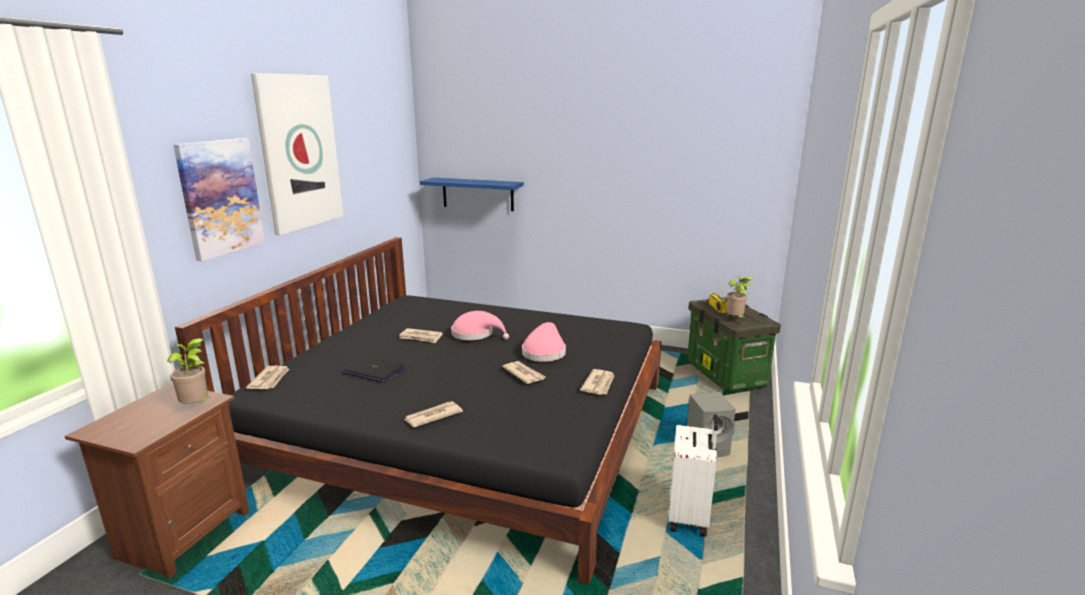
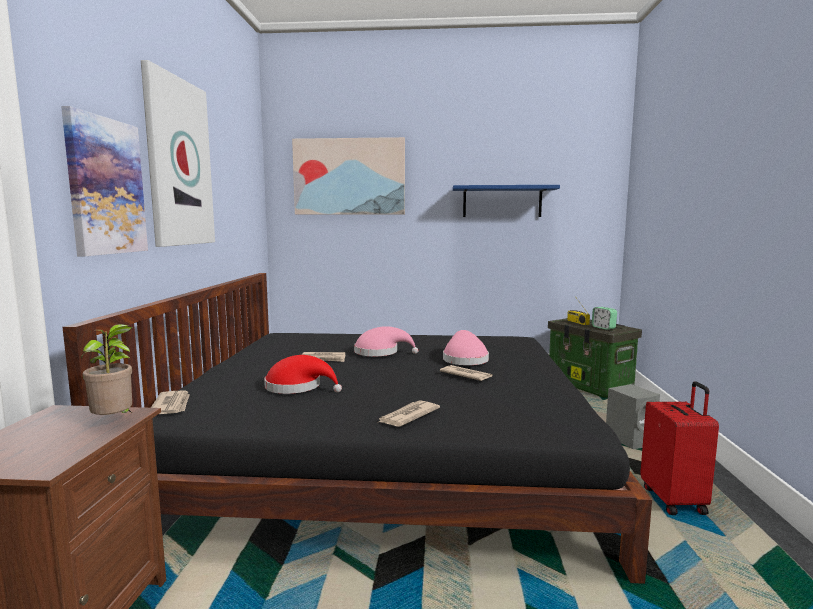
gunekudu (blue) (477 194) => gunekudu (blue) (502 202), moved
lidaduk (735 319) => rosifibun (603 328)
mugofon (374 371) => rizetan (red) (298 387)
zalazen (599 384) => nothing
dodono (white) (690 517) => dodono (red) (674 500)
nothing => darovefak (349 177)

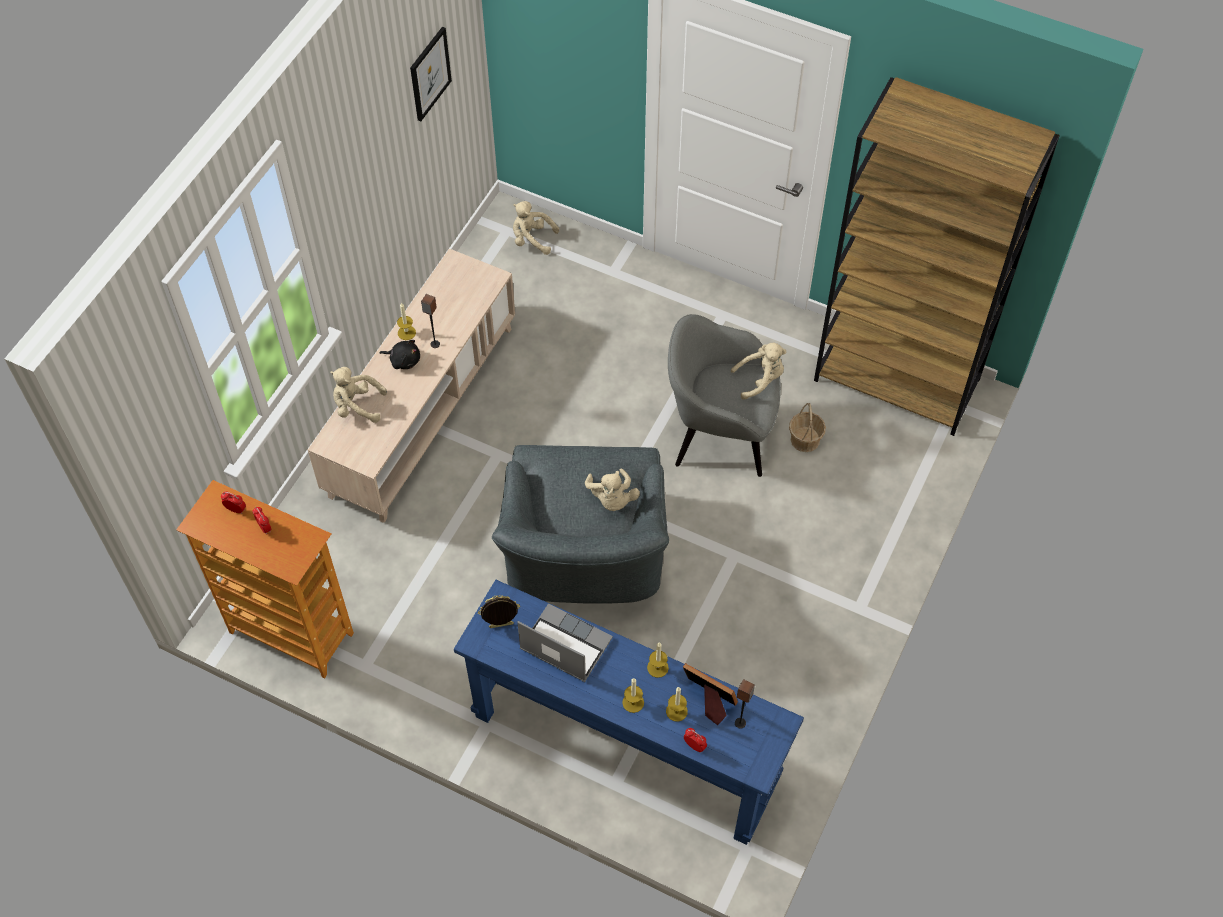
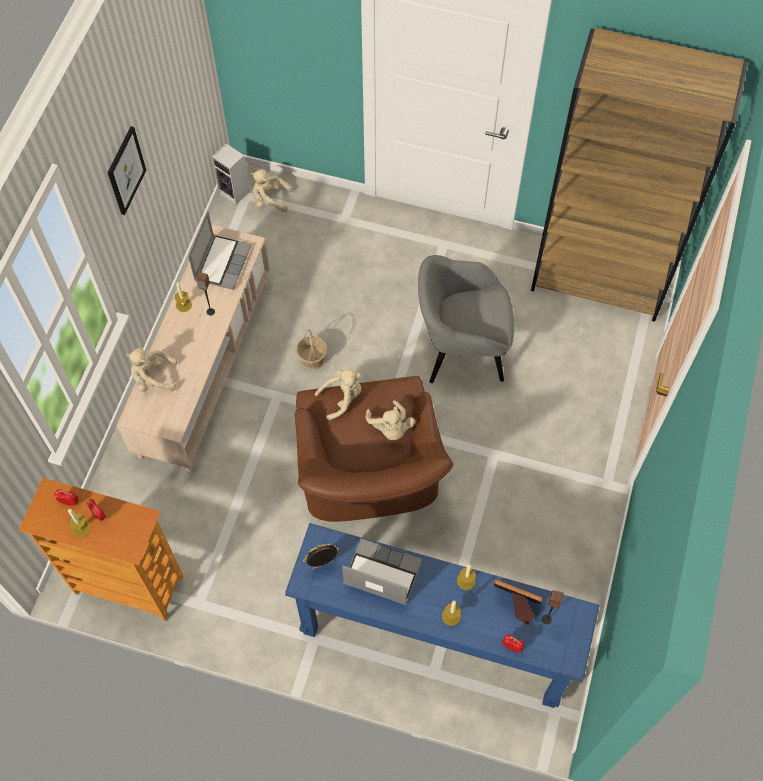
darovefak (429 73) => darovefak (126 170), moved
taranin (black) (403 360) => nothing
taranin (beige) (760 379) => taranin (beige) (342 398), moved
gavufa (805 439) => gavufa (312 358), moved
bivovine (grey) (584 559) => bivovine (brown) (369 478)
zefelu (676 711) => zefelu (81 528), moved
nothing => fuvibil (235 192)
nothing => mugofon (222 262)

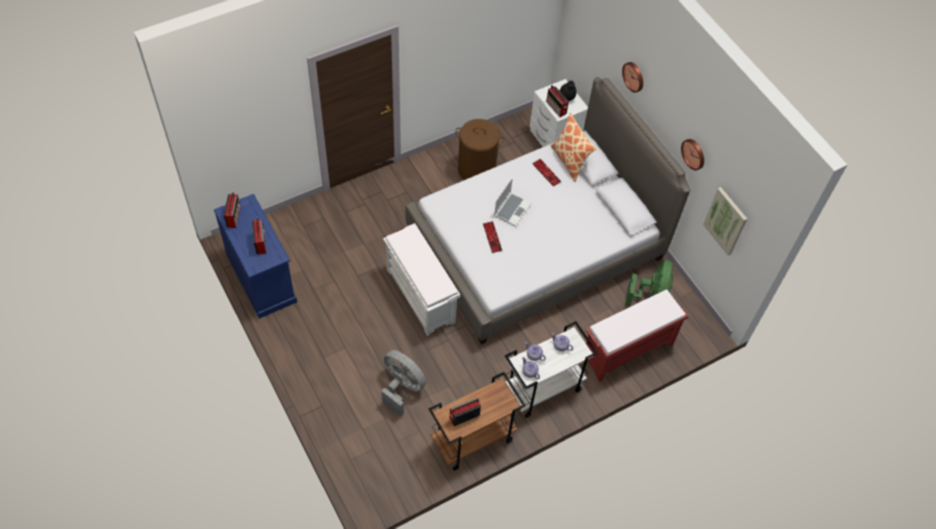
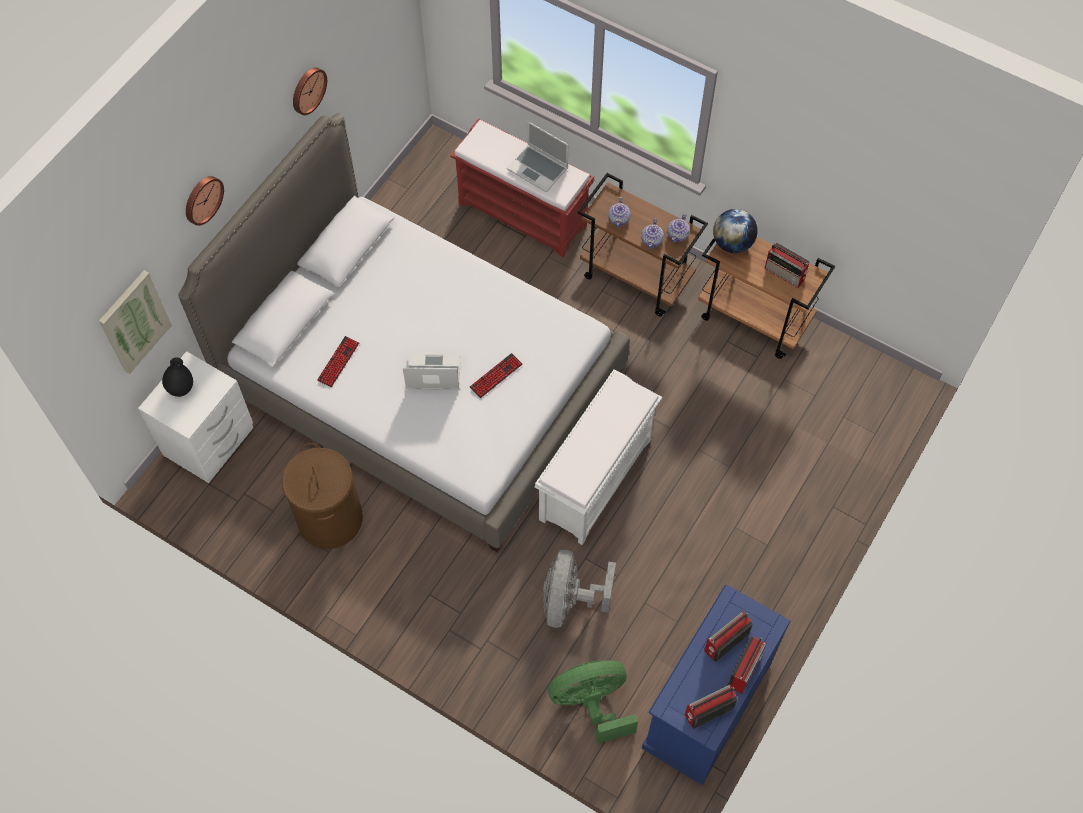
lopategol (556 108) => lopategol (745 669), moved
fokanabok (570 161) => nothing
darovefak (726 221) => darovefak (134 321), moved
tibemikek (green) (651 295) => tibemikek (green) (592 703), moved
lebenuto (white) (542 389) => lebenuto (brown) (637 277)
tibemikek (grey) (402 387) => tibemikek (grey) (570 601), moved
nothing => mugofon (538 169)
nothing => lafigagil (732 243)

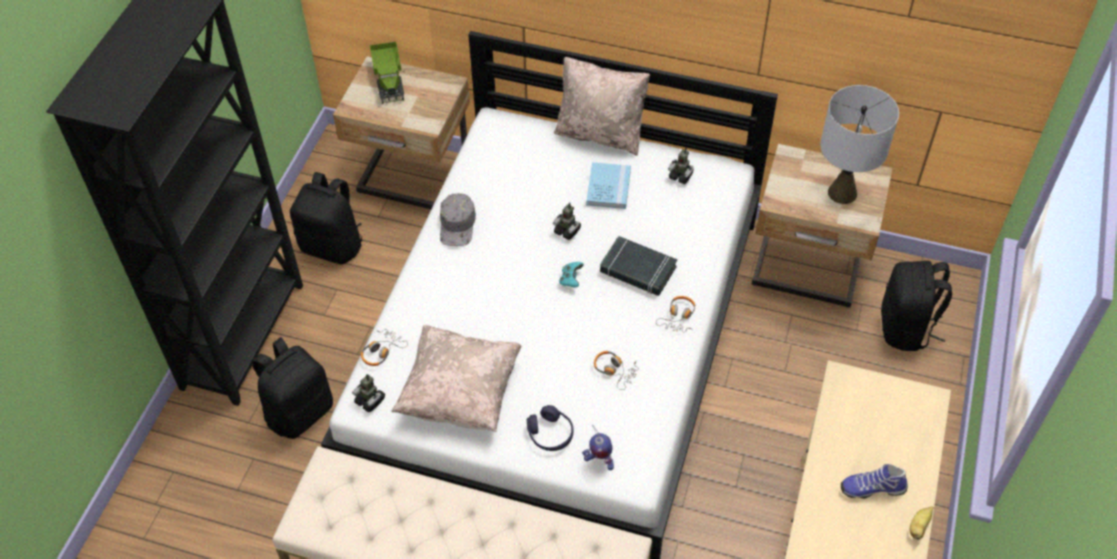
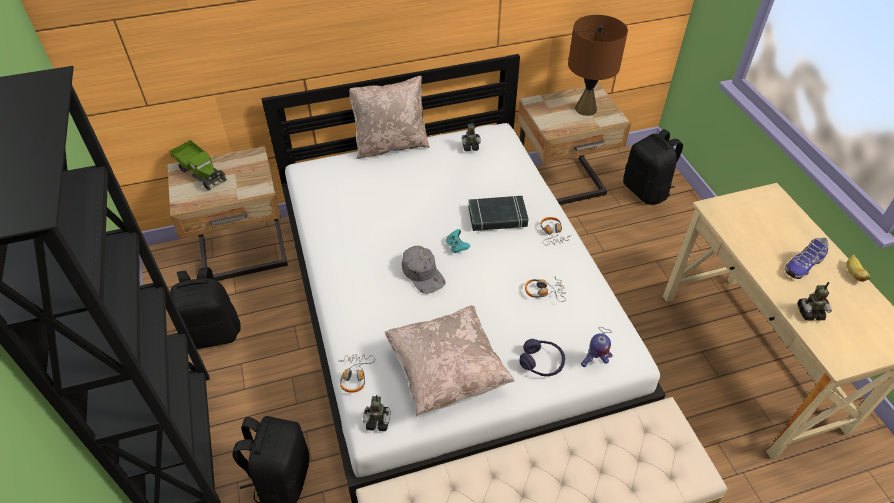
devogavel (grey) (842 193) => devogavel (brown) (586 109)
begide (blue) (608 187) => nothing
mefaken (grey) (458 225) => mefaken (grey) (423 273), moved
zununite (567 231) => zununite (809 312), moved

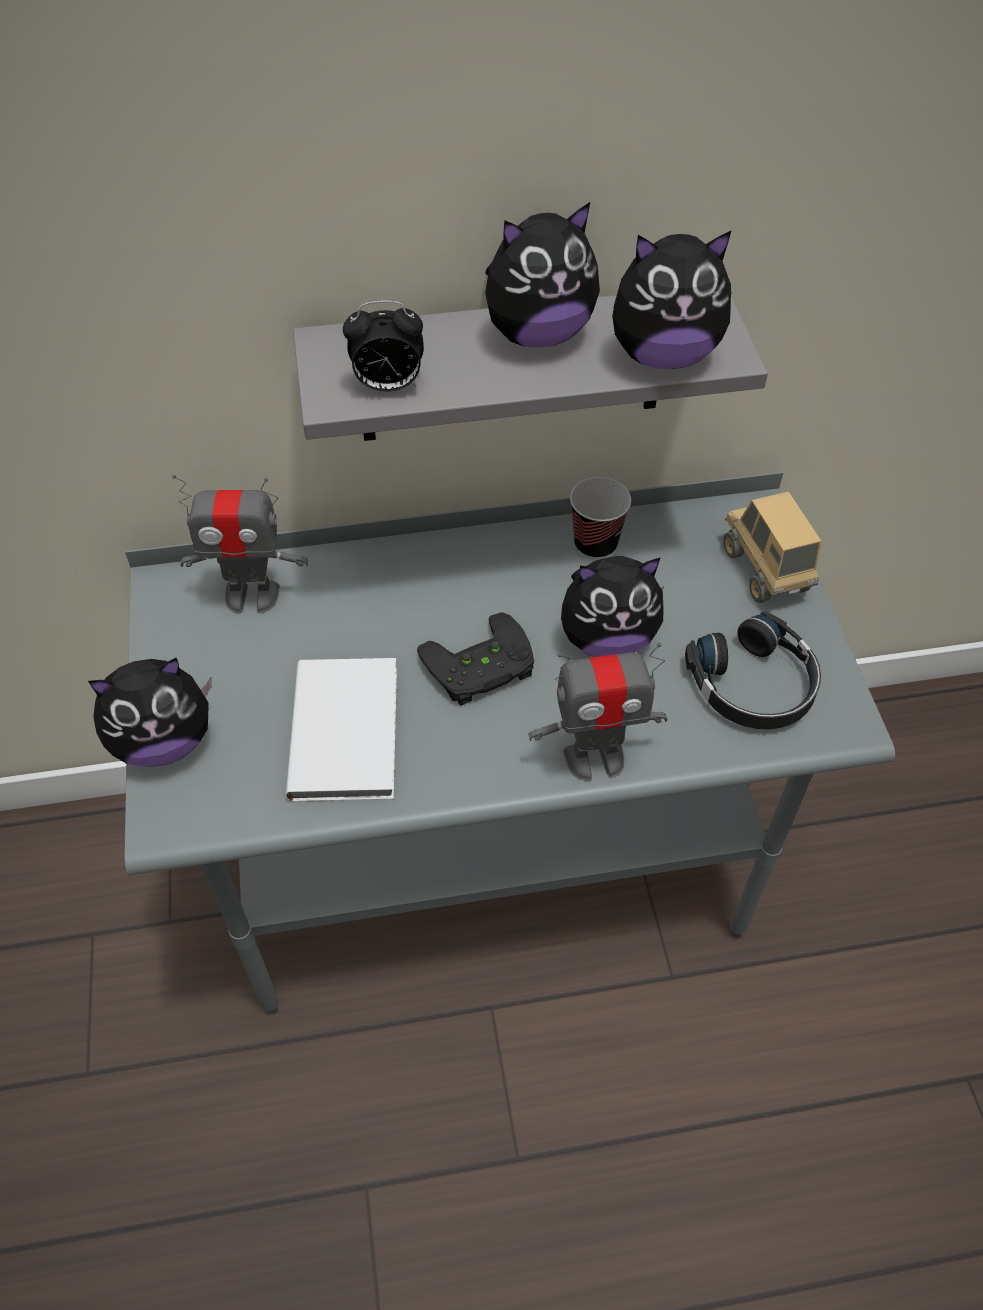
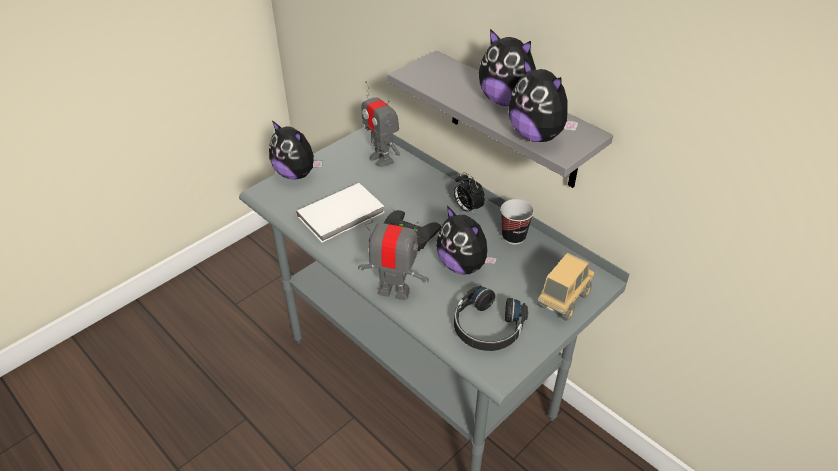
rosifibun (388 386) => rosifibun (467 208), moved
zununite (594 758) => zununite (394 291), 150 degrees clockwise

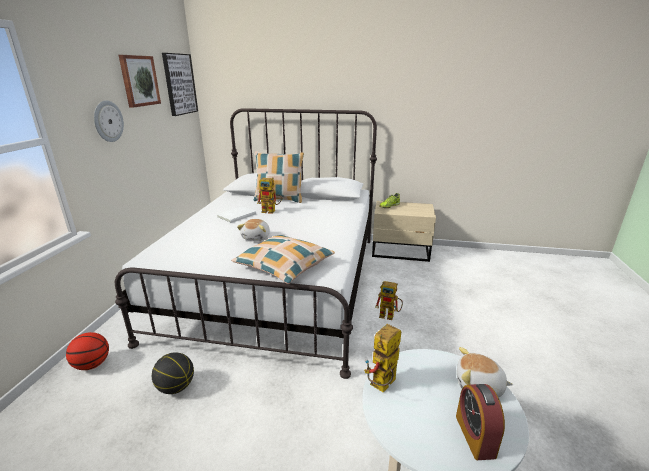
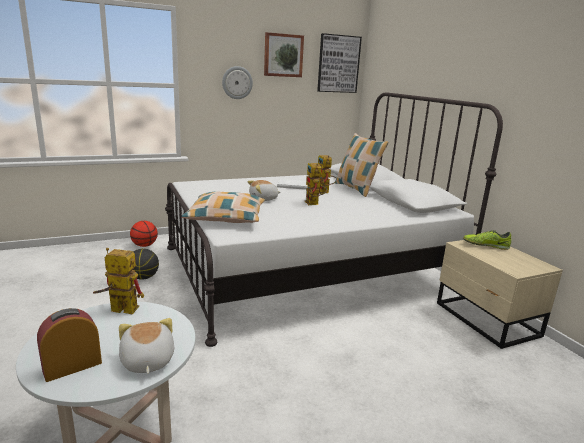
zununite (390 316) => zununite (314 204), moved

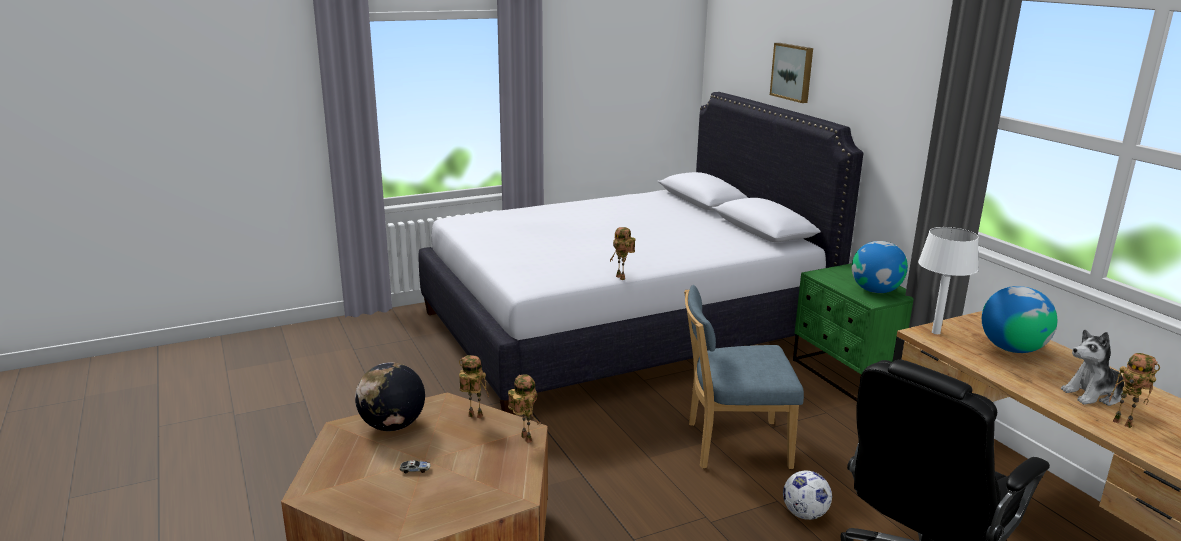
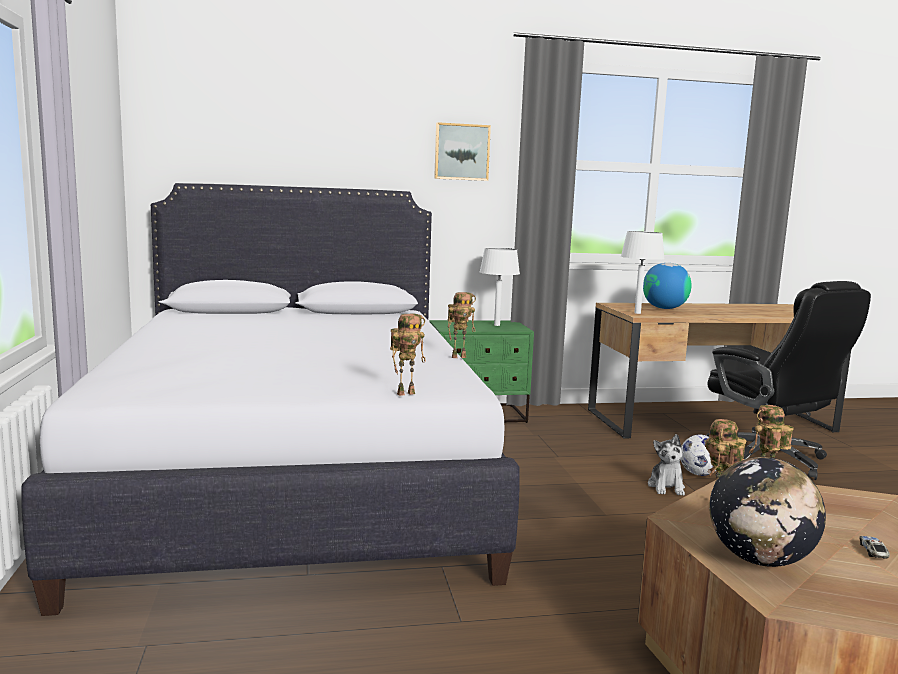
darovefak (793 72) => darovefak (461 152), moved
lafigagil (875 290) => devogavel (white) (497 325)
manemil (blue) (732 445) => nothing
taranin (1093 395) => taranin (666 487), moved
zununite (1124 423) => zununite (406 393), moved

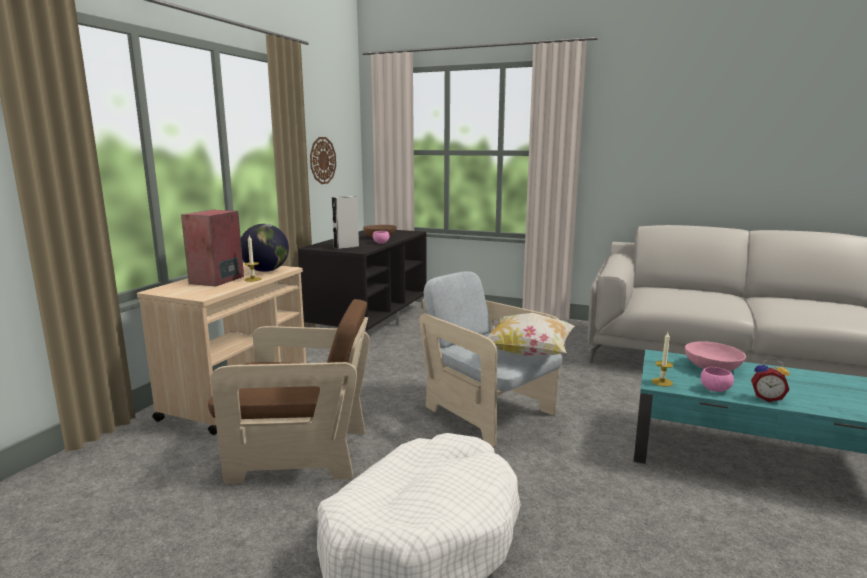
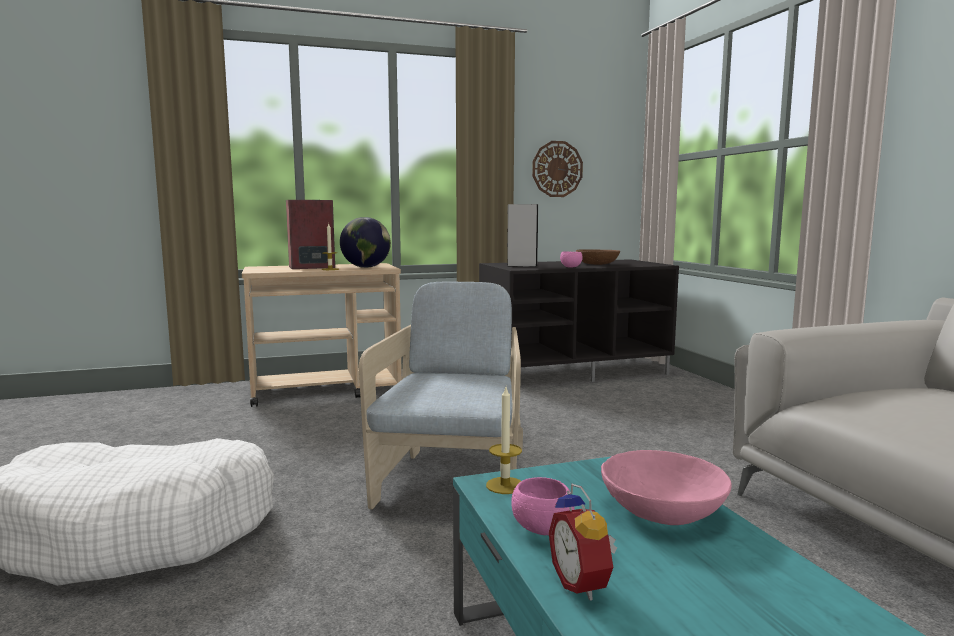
bivovine (brown) (299 454) => nothing
fokanabok (529 353) => nothing

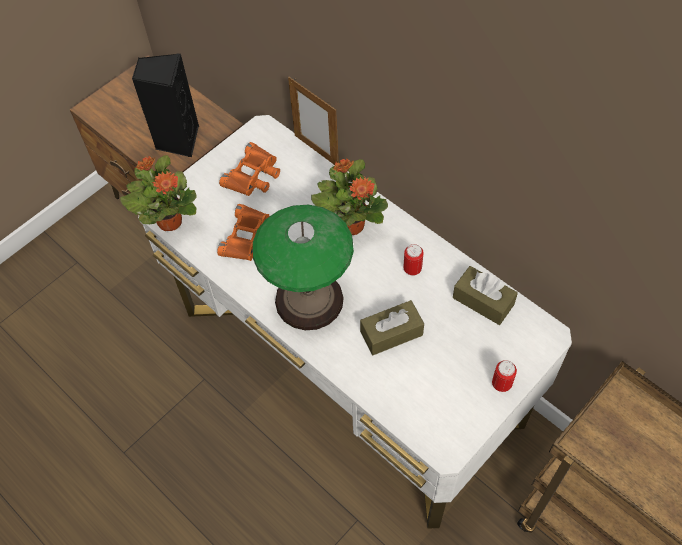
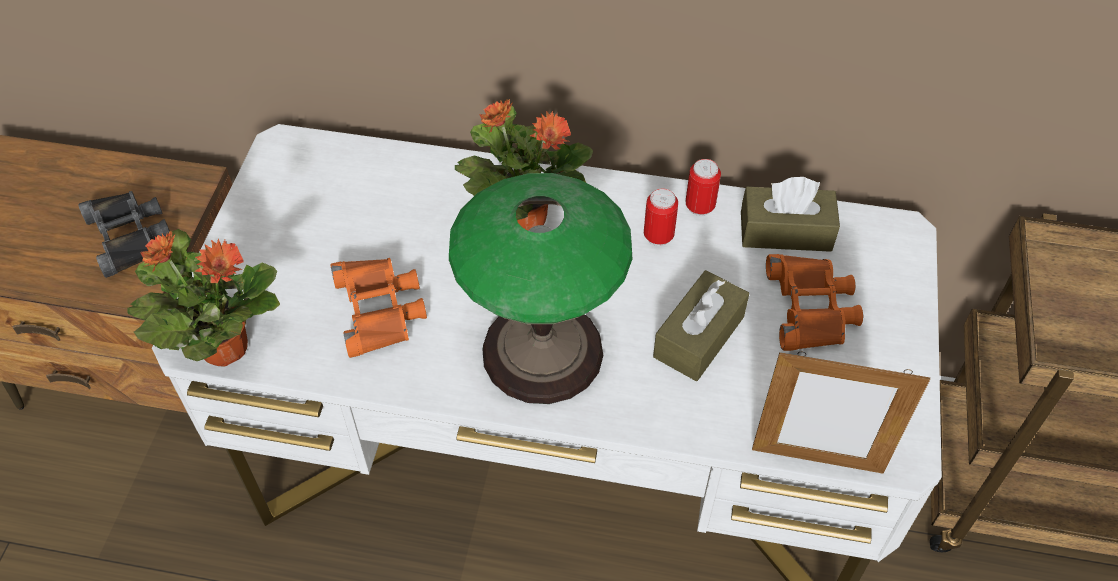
fuvibil (black) (177 140) => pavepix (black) (129 235)
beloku (316 151) => beloku (817 460), moved
pavepix (orange) (253 175) => pavepix (orange) (811 308), moved
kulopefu (501 384) => kulopefu (700 207), moved

